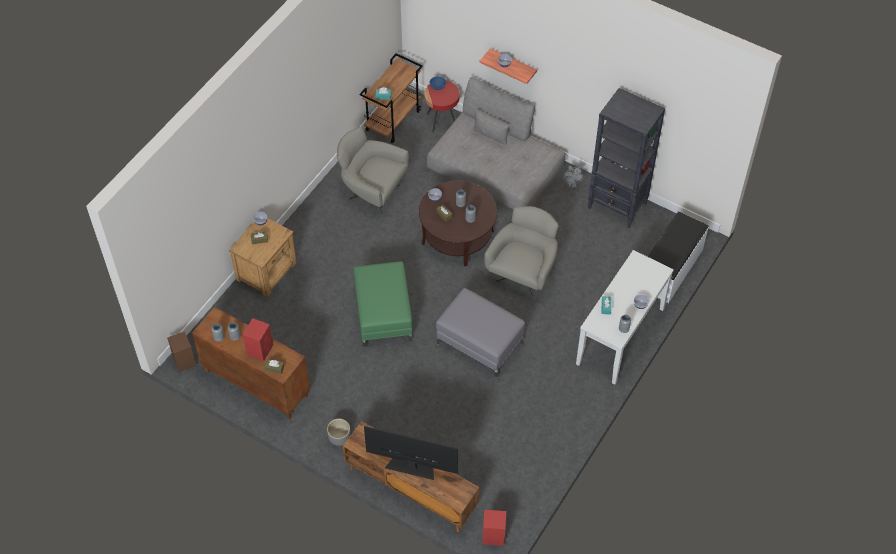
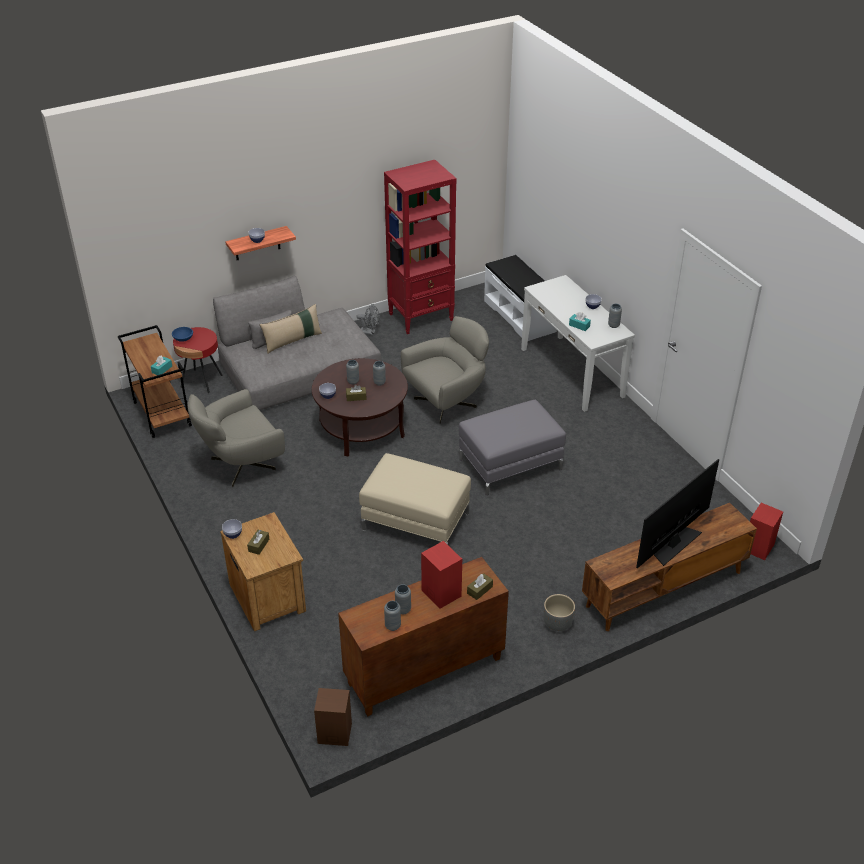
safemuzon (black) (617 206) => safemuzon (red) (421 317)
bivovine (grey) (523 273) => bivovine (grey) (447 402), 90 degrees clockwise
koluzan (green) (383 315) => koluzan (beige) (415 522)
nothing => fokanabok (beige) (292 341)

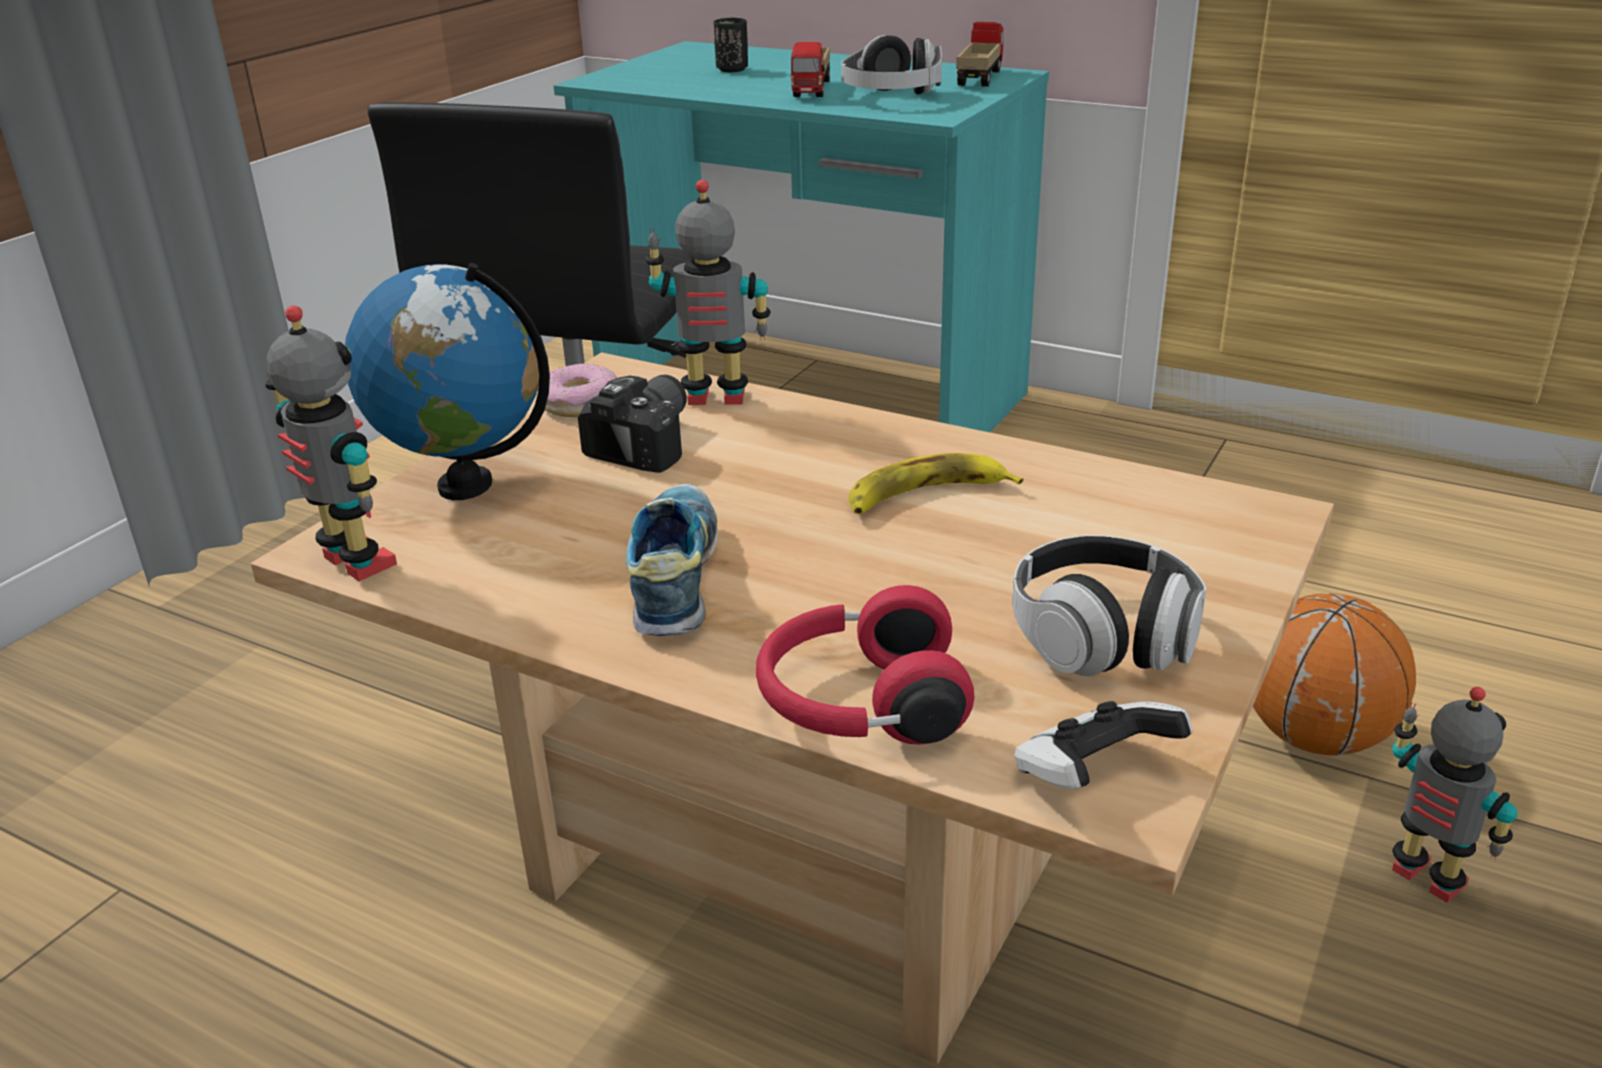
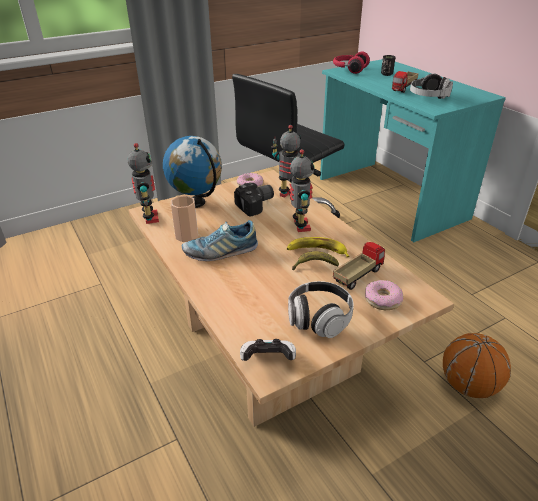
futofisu (978 78) => futofisu (358 276), moved
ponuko (675 578) => ponuko (220 252), 135 degrees counterclockwise
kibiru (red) (859 705) => kibiru (red) (349 69), moved
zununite (1425 880) => zununite (300 226), moved
nothing => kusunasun (186 235)
nothing => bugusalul (314 266)
nothing => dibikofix (383 300)

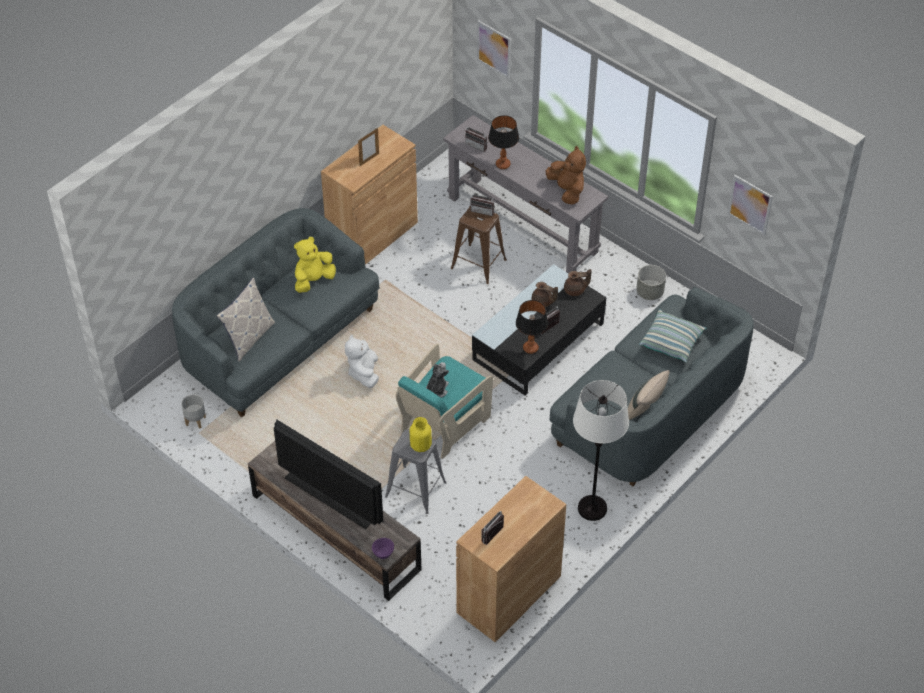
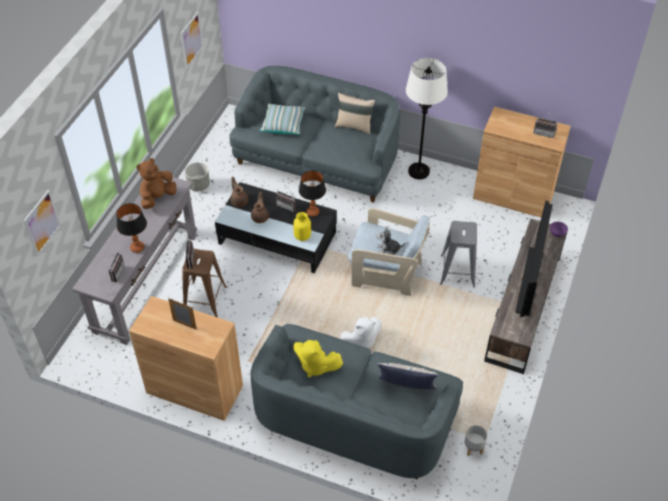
bivovine (turquoise) (444 423) => bivovine (beige) (386 272)
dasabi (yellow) (420 445) => dasabi (yellow) (302 236), moved

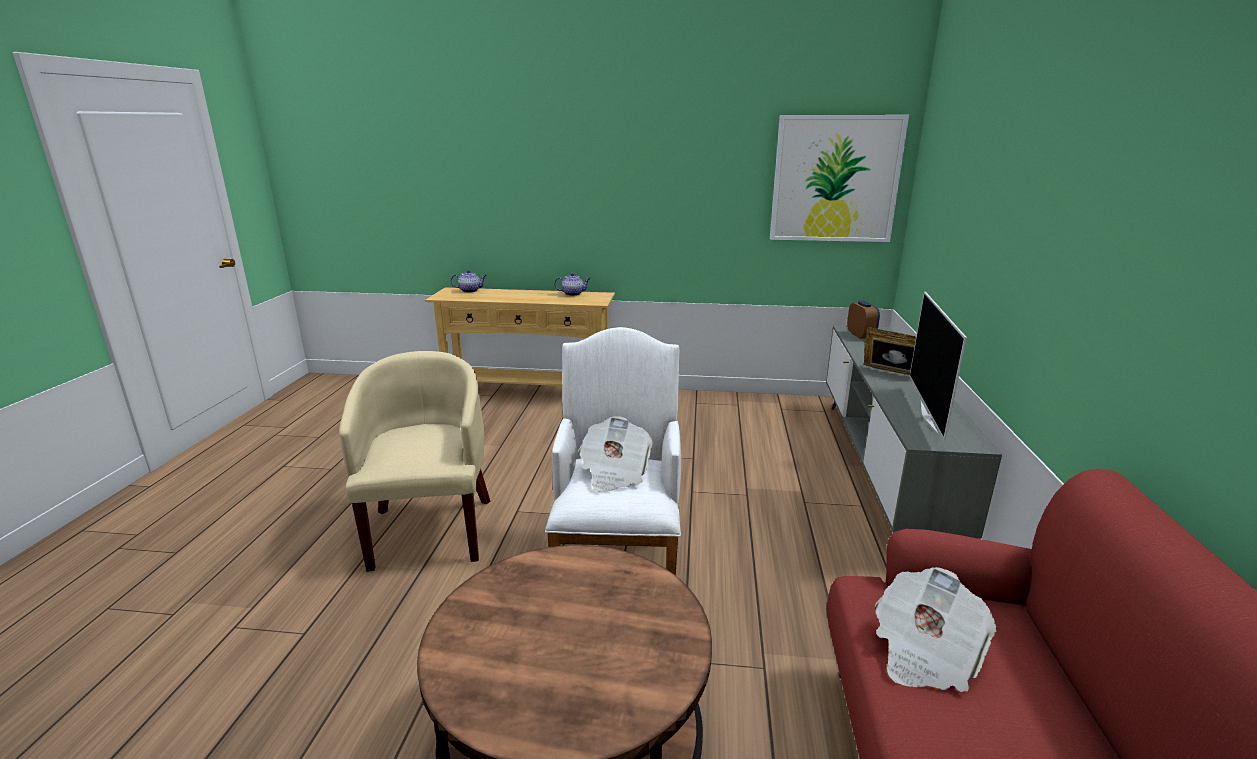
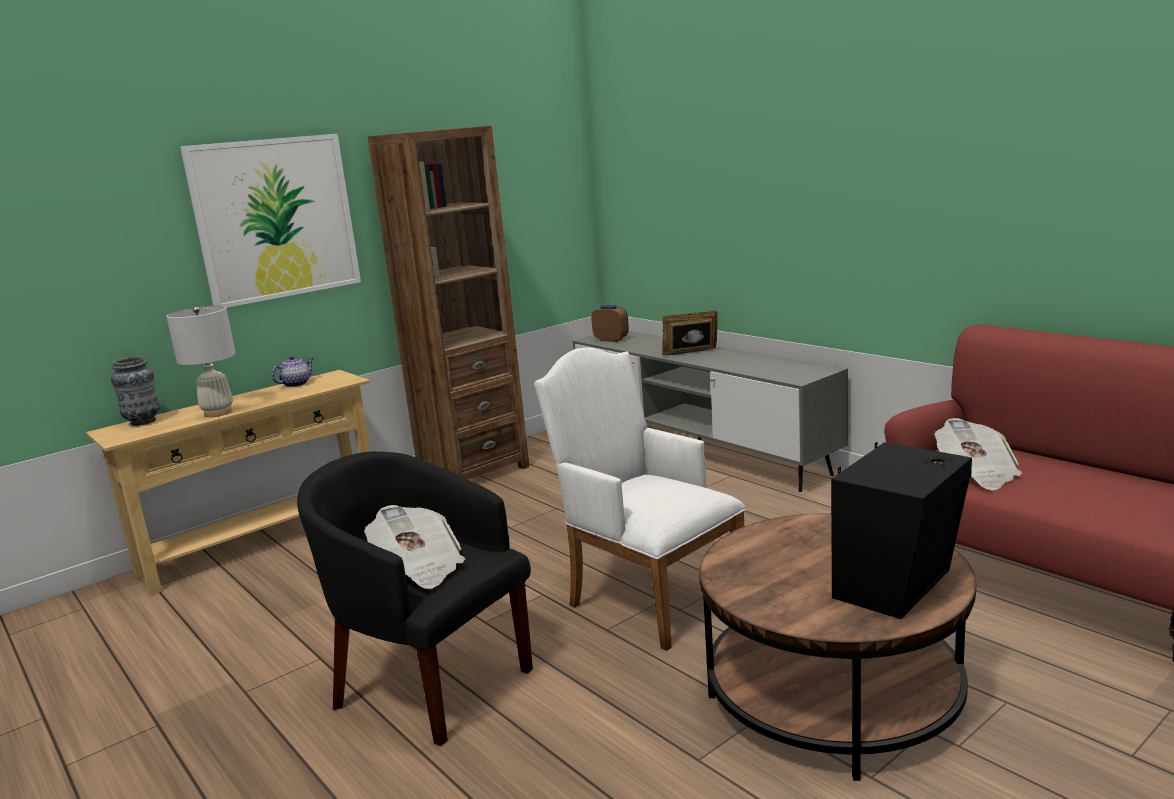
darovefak (835 179) => darovefak (275 219), moved
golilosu (470 291) => dasabi (143 422)
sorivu (930 417) => nothing
bivovine (beige) (431 529) => bivovine (black) (430 682)
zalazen (614 472) => zalazen (418 568), moved
nothing => safemuzon (brown) (473 471)
nothing => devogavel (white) (218 413)
nothing => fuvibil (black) (899 585)

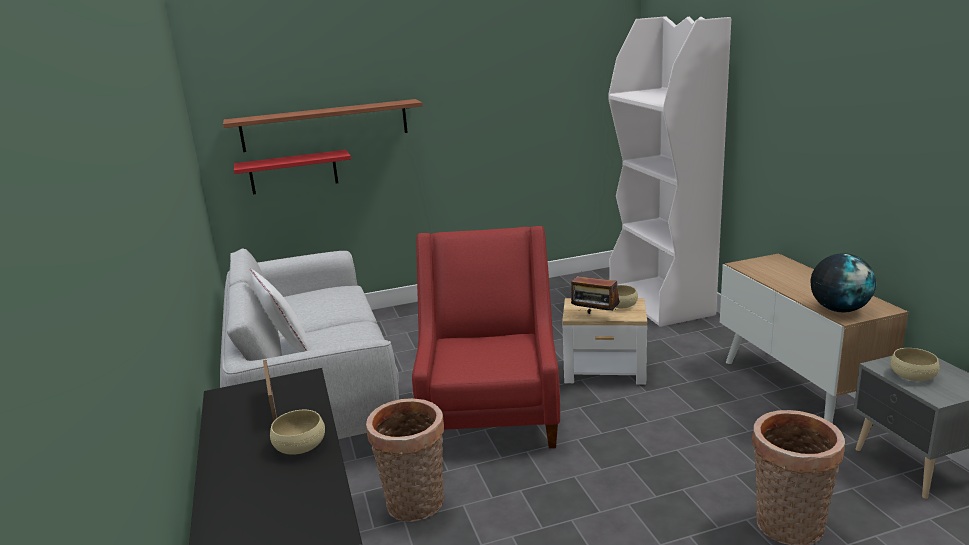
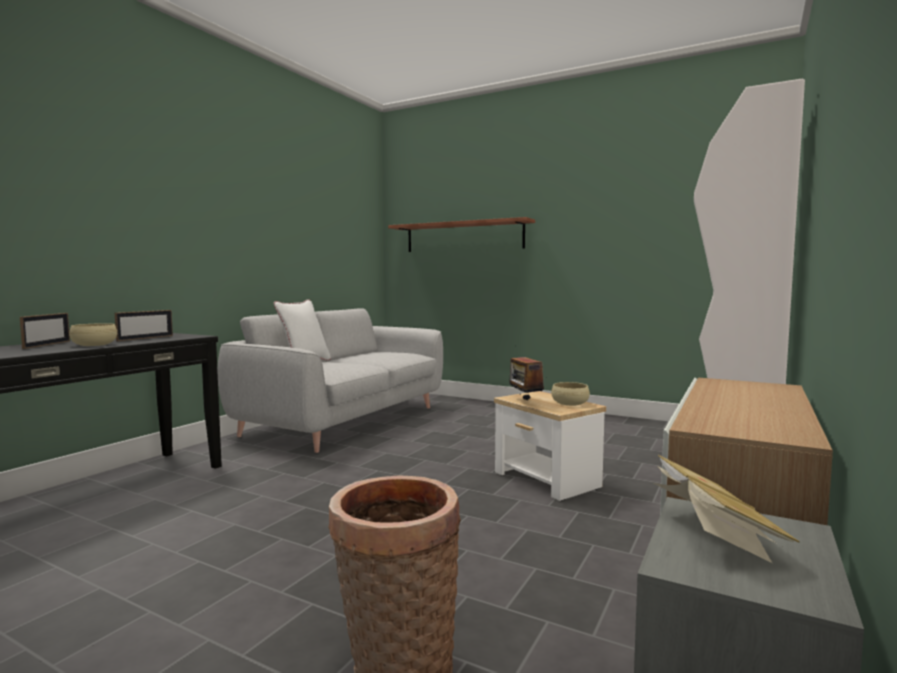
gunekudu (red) (293 172) => nothing
bivovine (red) (491 413) => nothing
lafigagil (839 309) => nothing
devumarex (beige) (912 375) => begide (713 534)
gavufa (415 506) => nothing
nothing => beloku (47 344)

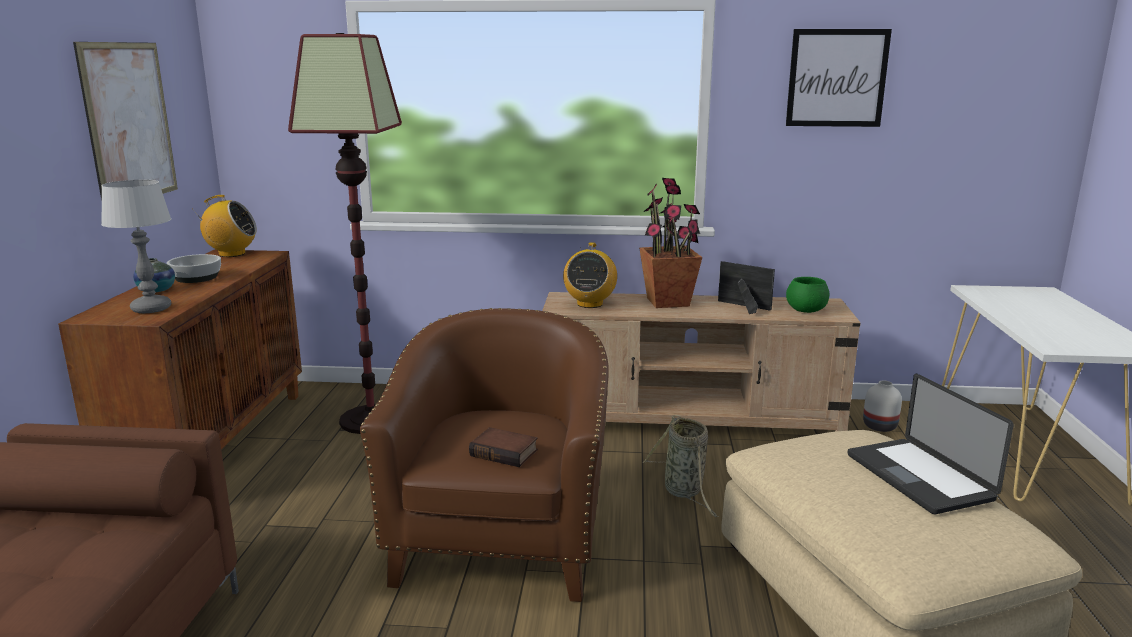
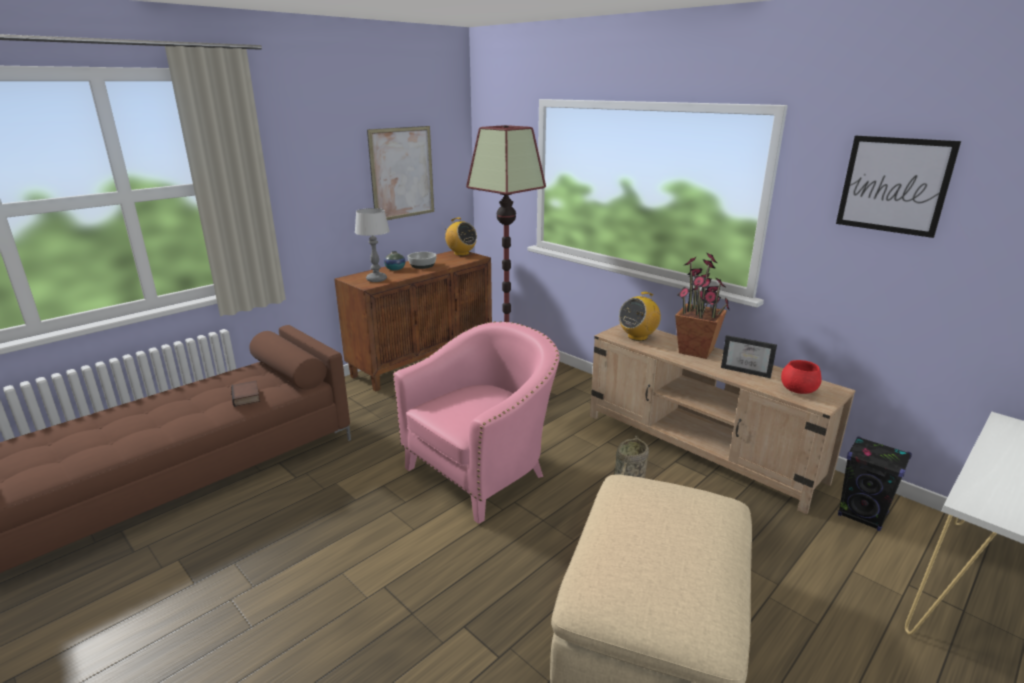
beloku (740 306) => beloku (747 371), 135 degrees clockwise
devumarex (green) (806 310) => devumarex (red) (798 390)
bivovine (brown) (501 542) => bivovine (pink) (483 471)
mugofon (918 477) => nothing
dasabi (white) (880 426) => fuvibil (black) (862 515)
begide (505 452) => begide (247 397), moved

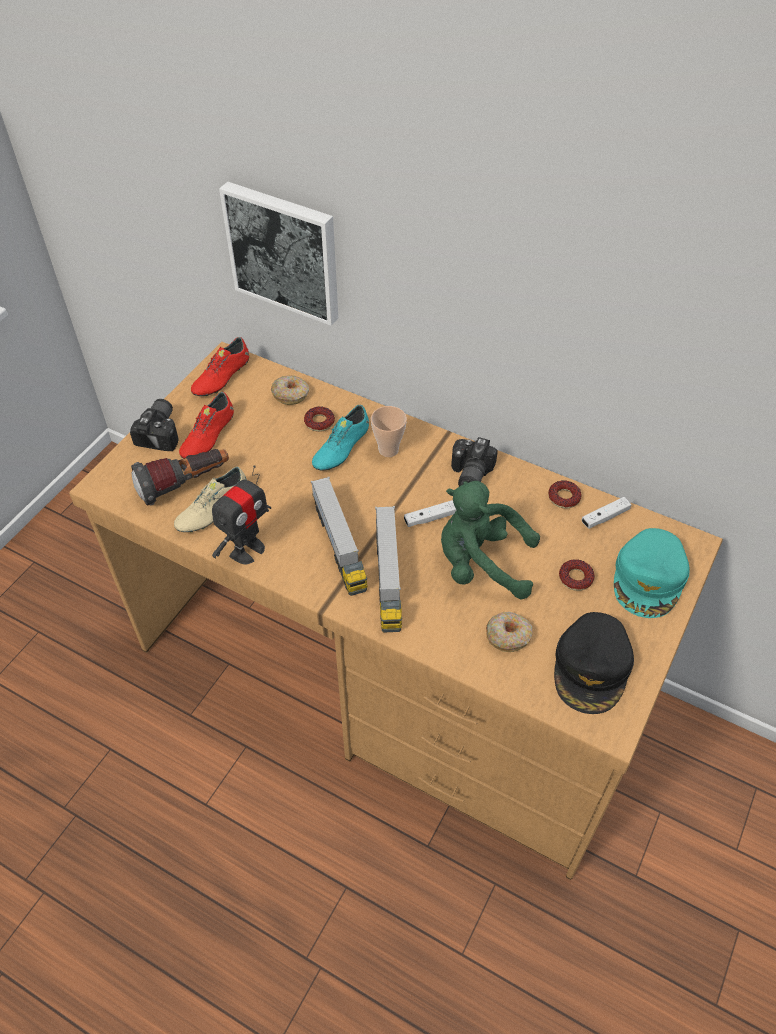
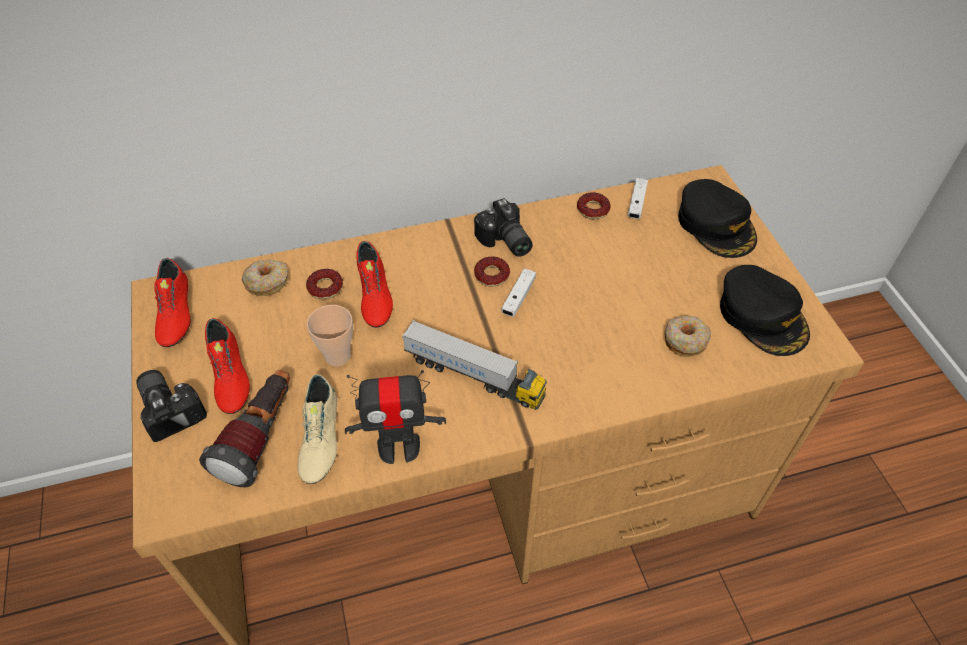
darovefak (284 251) => nothing
ponuko (turquoise) (341 448) => ponuko (red) (373 295)
kusunasun (388 450) => kusunasun (338 356), moved
zununite (247 550) => zununite (399 447), 90 degrees clockwise
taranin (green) (481 564) => nothing
futofisu (388 577) => nothing
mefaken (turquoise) (649 578) => mefaken (black) (716 225)
dibikofix (575 578) => dibikofix (491 275), moved

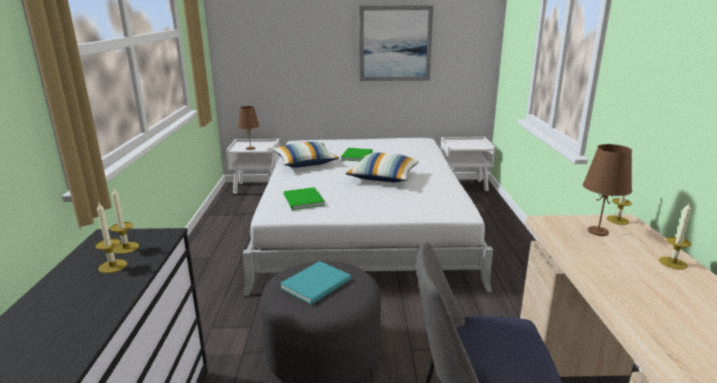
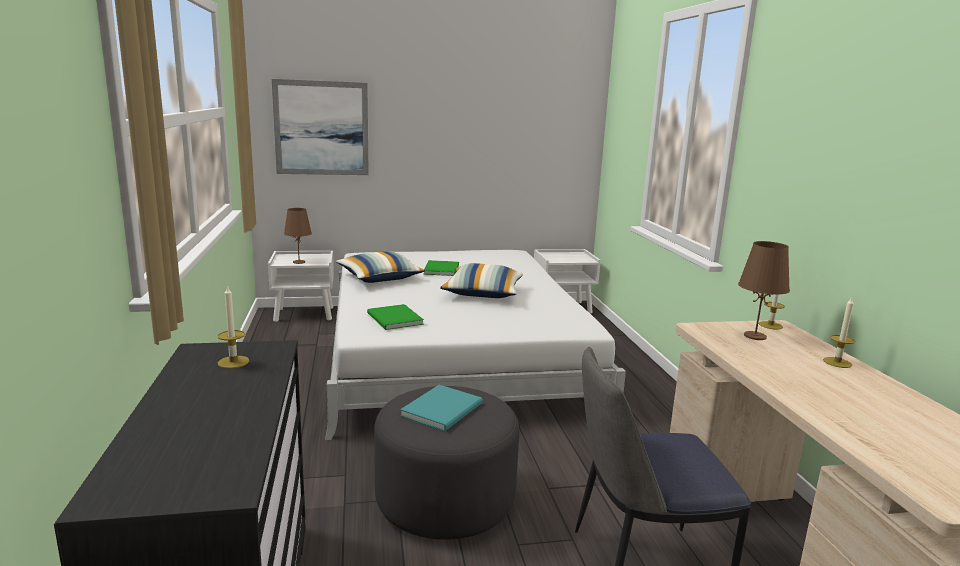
darovefak (395 44) => darovefak (321 128), moved
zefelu (113 266) => nothing

